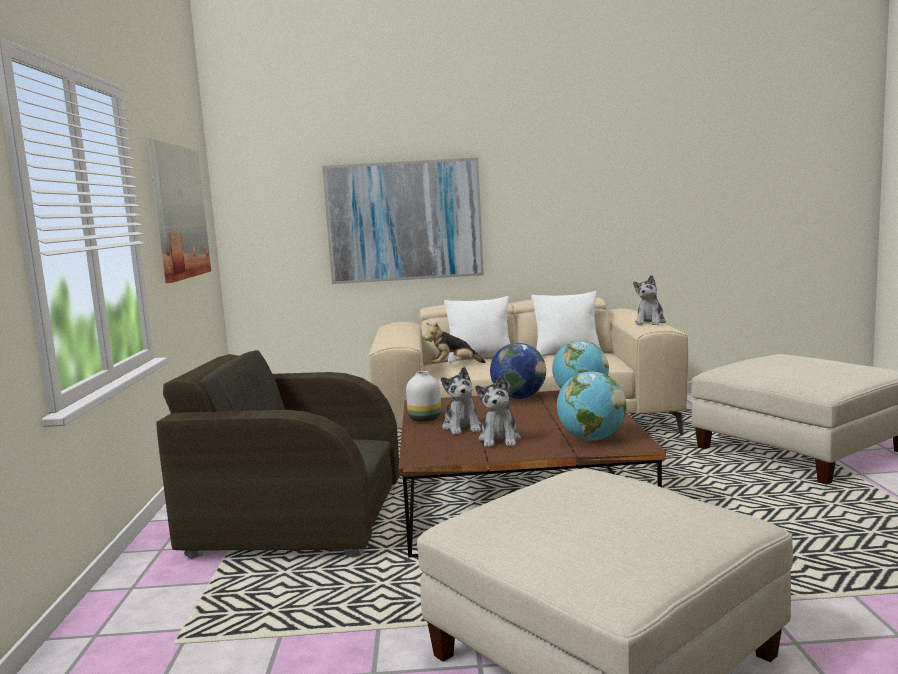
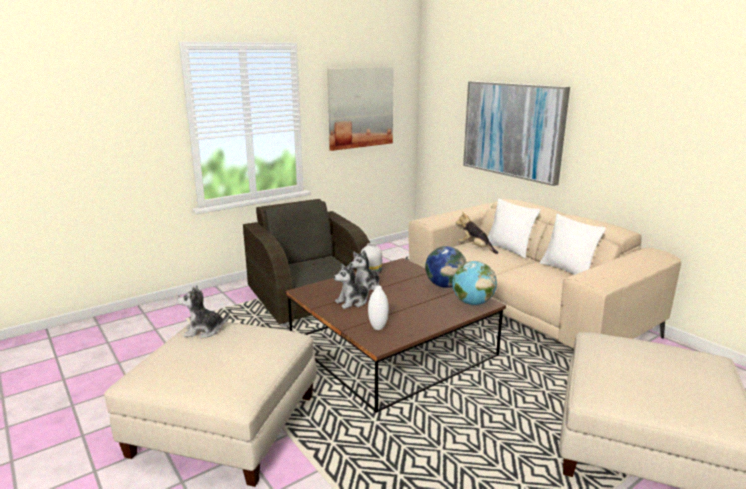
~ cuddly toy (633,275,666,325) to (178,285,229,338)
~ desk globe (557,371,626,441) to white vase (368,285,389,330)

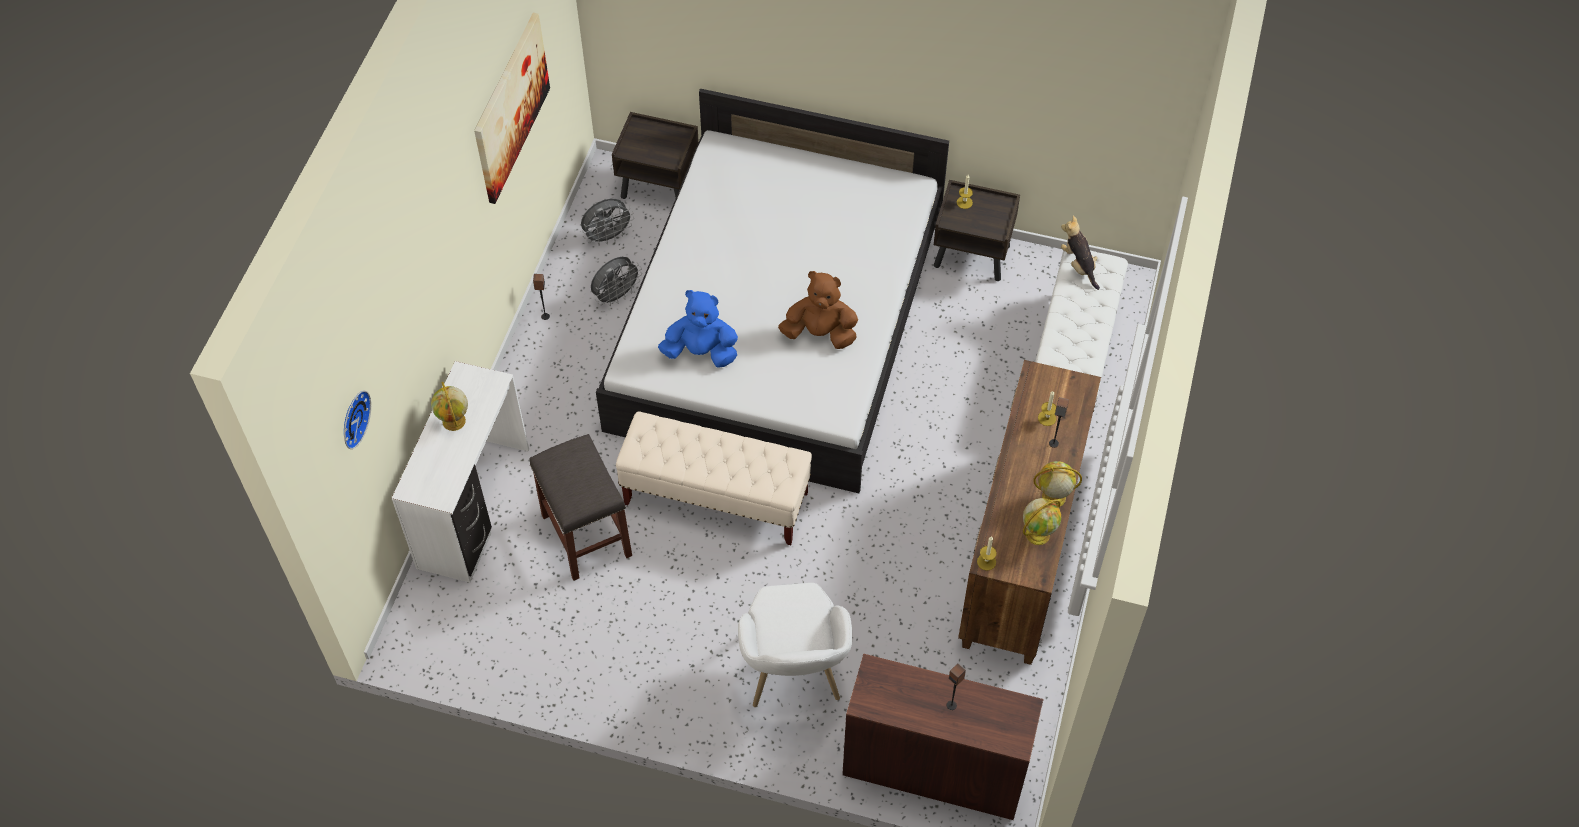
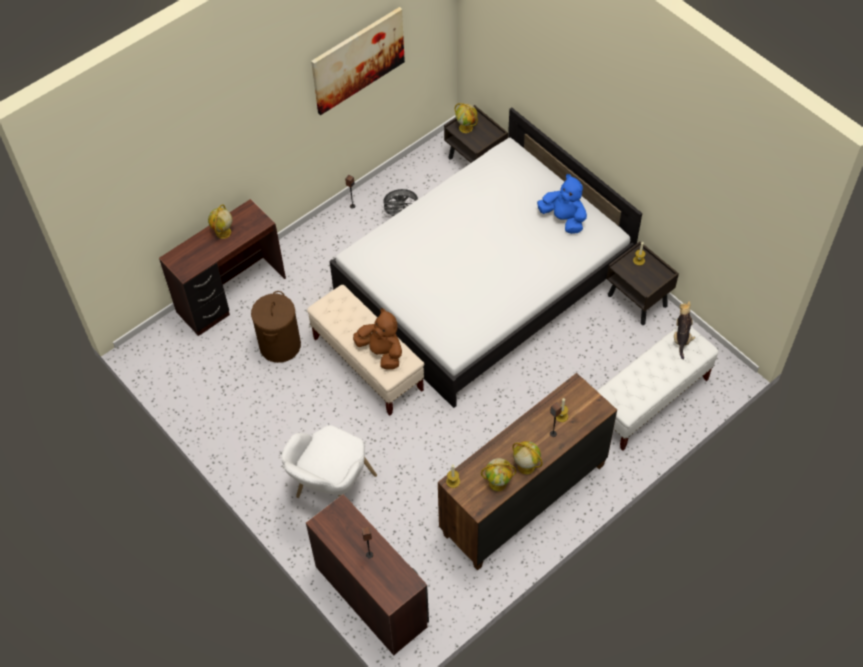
~ white desk table (392,361,529,583) to brown desk table (159,199,286,336)
~ gray stool (530,434,632,581) to brown laundry basket (251,291,301,363)
~ brown cuddly toy (778,271,858,349) to (353,308,402,370)
+ desk globe (455,103,478,133)
~ blue-coloured cuddly toy (658,290,738,368) to (537,174,587,234)
- clock on the wall (344,390,371,449)
- gray cooling fan (581,199,634,246)

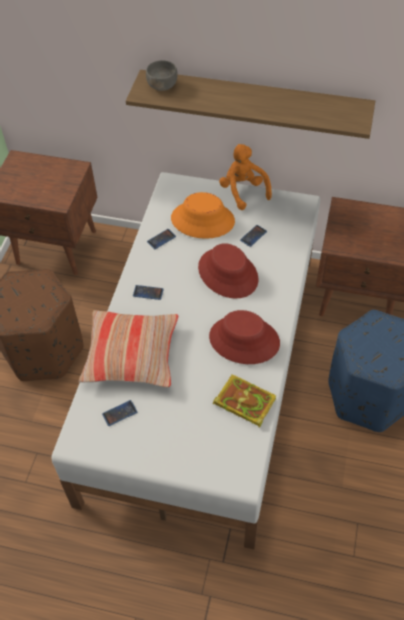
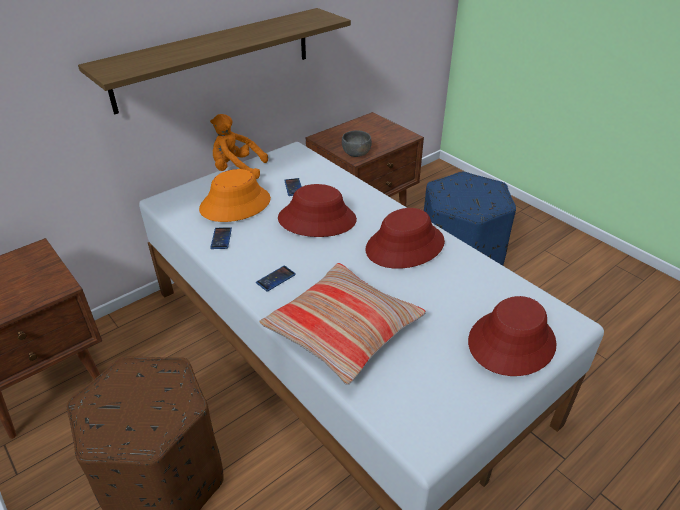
~ gray serving bowl (146,60,178,91) to (342,130,372,157)
+ red-coloured hat (468,296,557,376)
- telephone (102,400,137,426)
- volume (213,374,276,428)

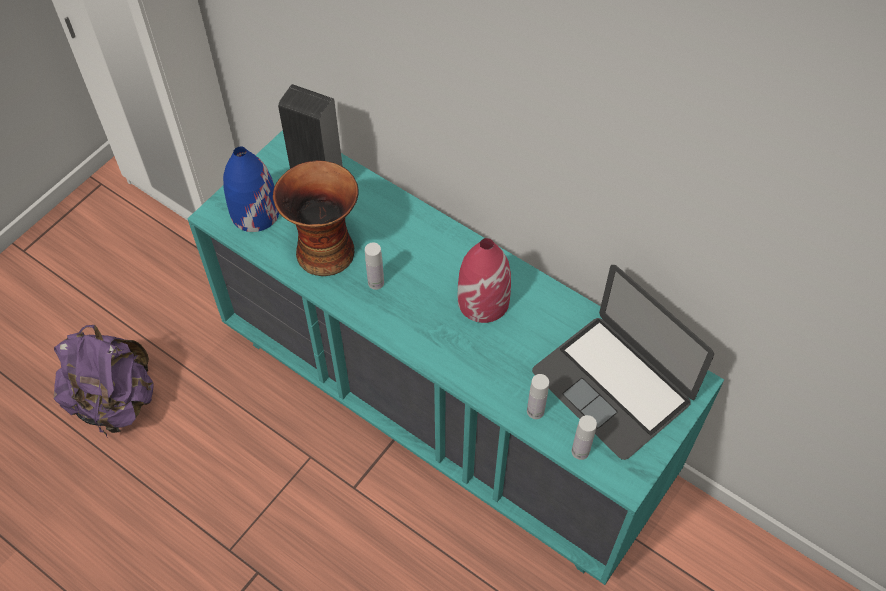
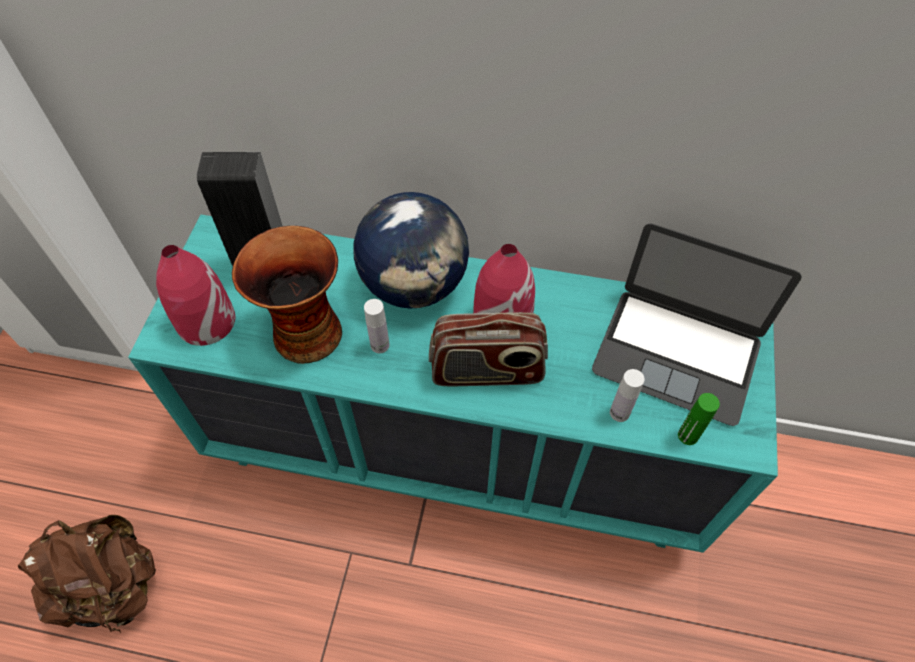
~ purplish knapsack (54,325,154,437) to brown knapsack (18,515,156,633)
~ blue-coloured vase (223,147,279,232) to red-coloured vase (156,245,235,346)
+ desk globe (354,192,469,308)
+ radio set (429,312,548,386)
~ white beverage bottle (572,415,597,460) to green-coloured beverage bottle (678,393,720,445)

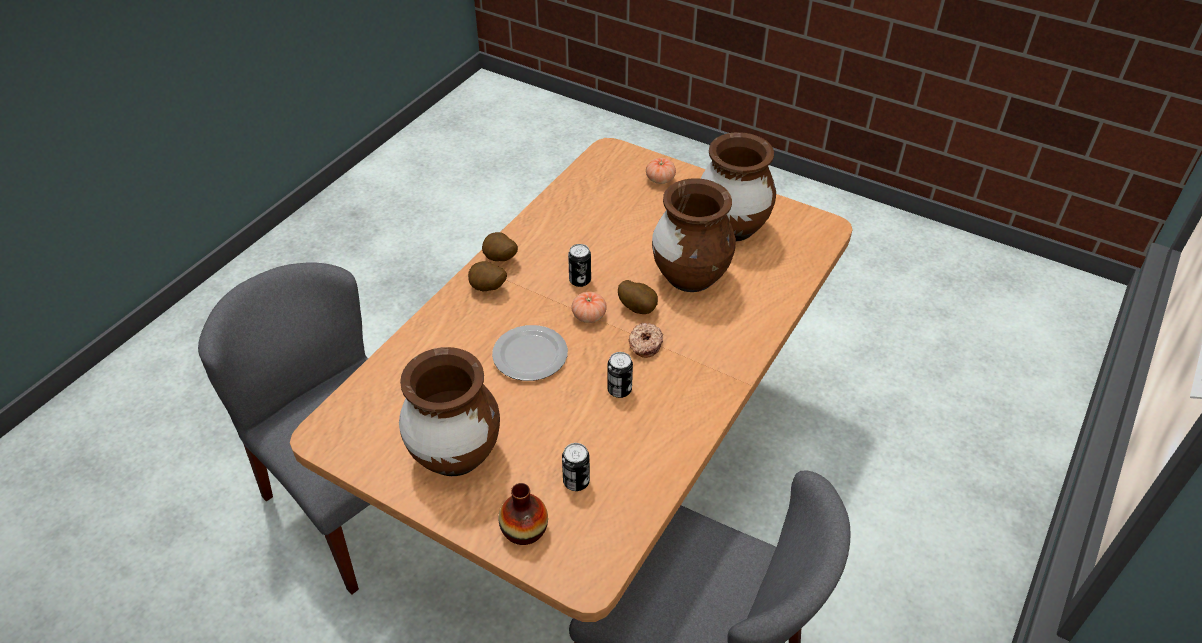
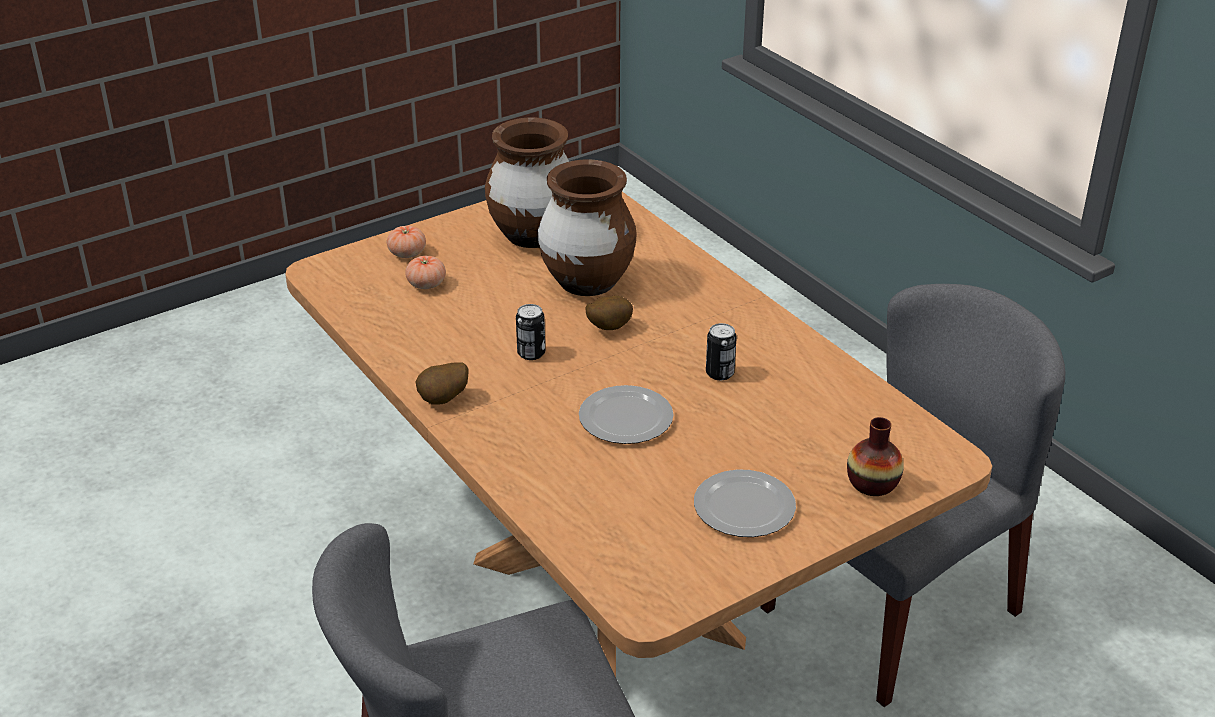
~ tomato (571,291,607,323) to (405,256,446,289)
~ brown vase (399,347,500,476) to plate (694,469,796,537)
- whole potato (468,261,507,291)
- can (562,443,590,491)
- donut (628,322,663,358)

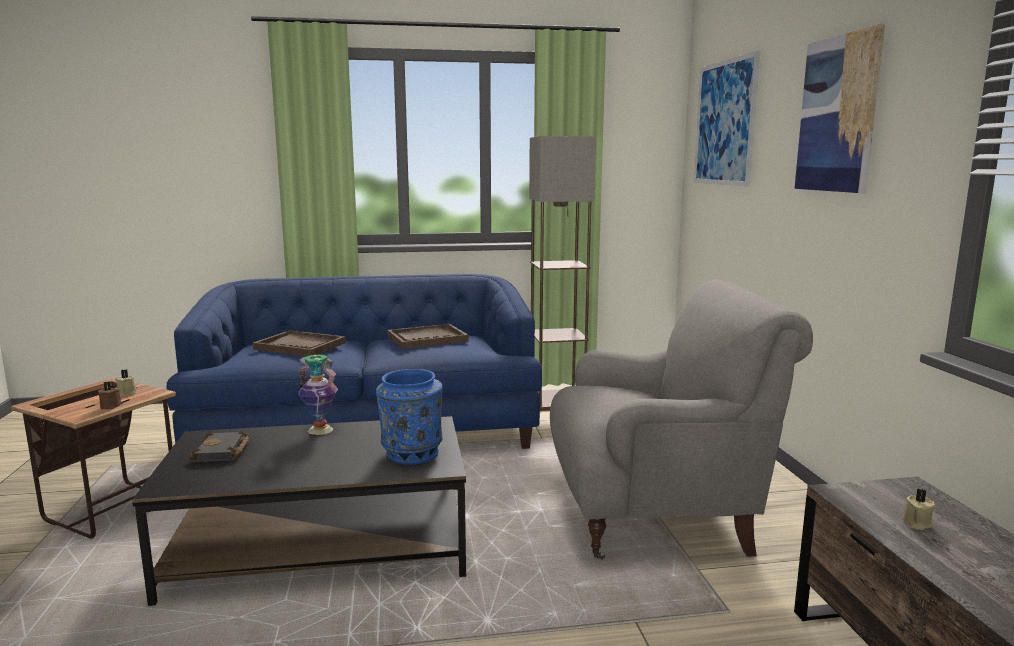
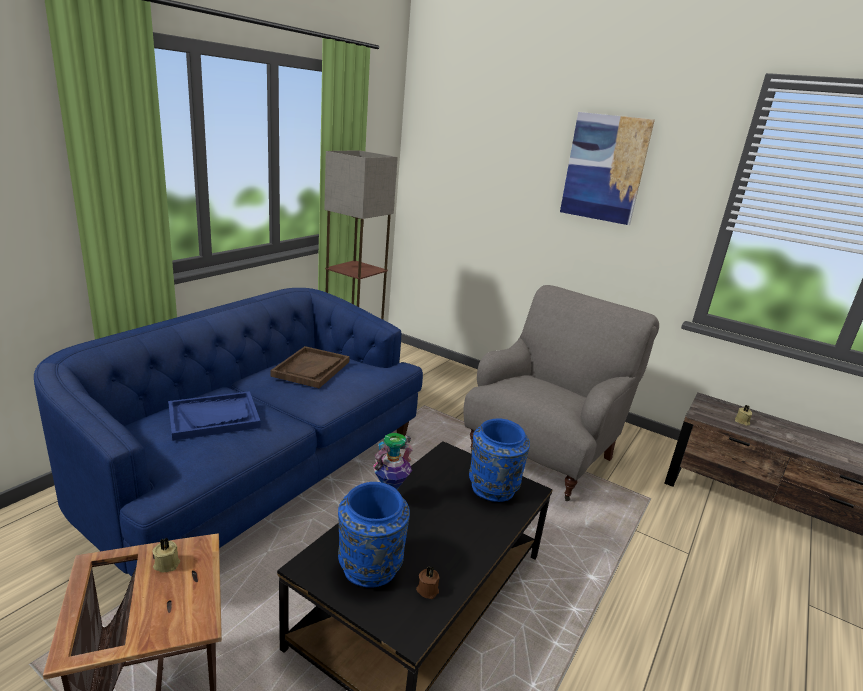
~ brown carrying tray (253,330,346,356) to blue-coloured carrying tray (168,391,261,441)
~ black-coloured volume (189,431,251,462) to blue-coloured vase (338,482,410,588)
~ brown wax candle (98,381,123,409) to (416,566,440,599)
- wall art (694,50,760,187)

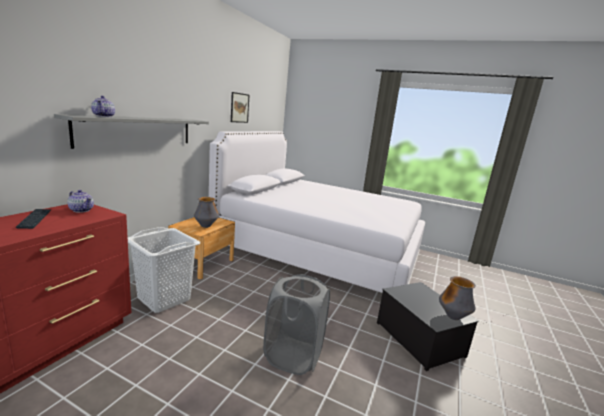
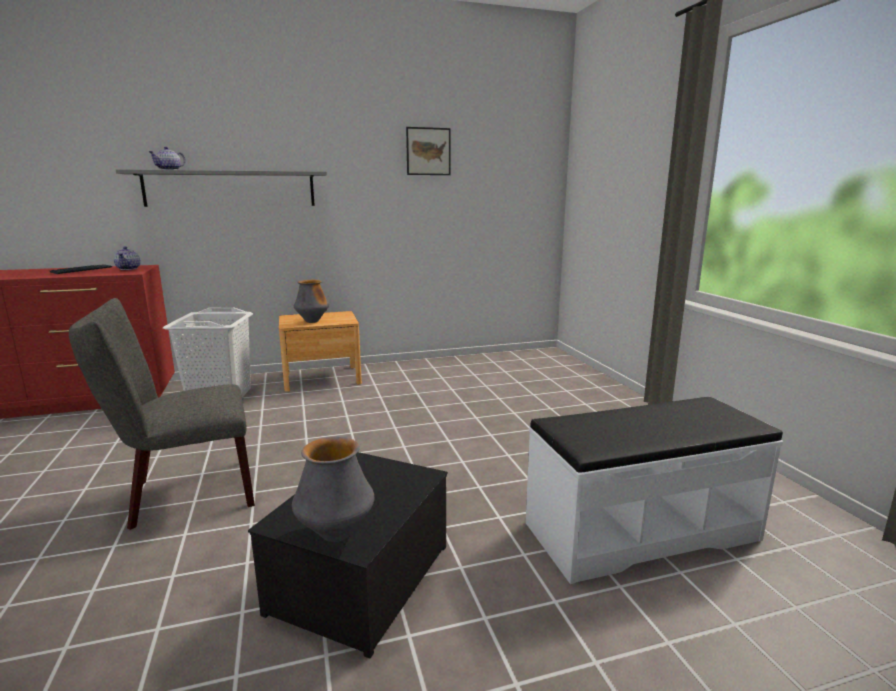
~ gray laundry basket (263,274,330,375) to gray upright chair (69,298,255,530)
+ white long seat (526,397,783,584)
- white bed (209,131,425,293)

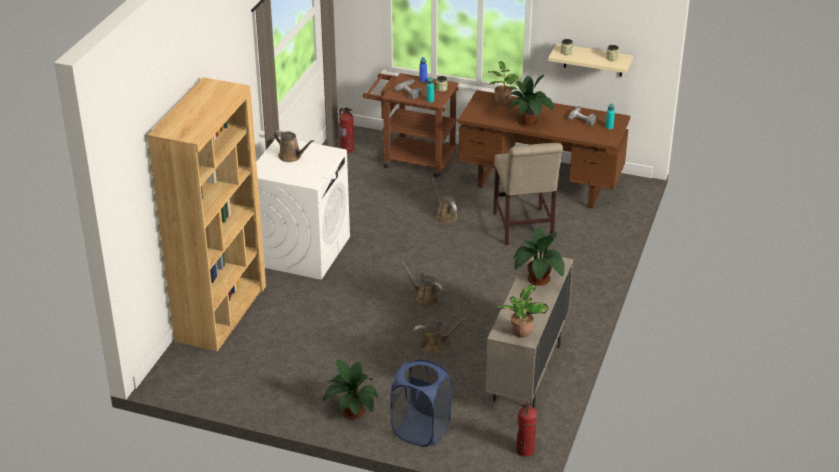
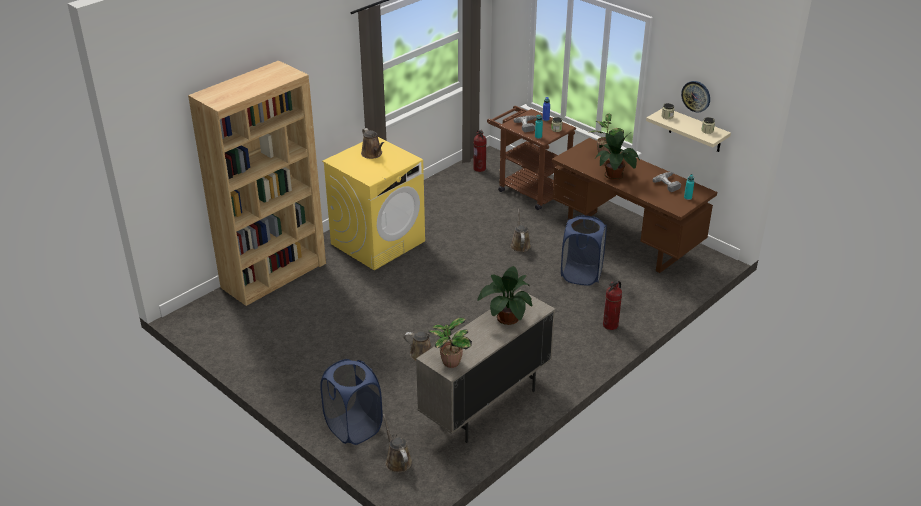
~ white washing machine (256,137,350,280) to yellow washing machine (322,137,425,270)
~ brown watering can (402,262,443,307) to (383,414,412,473)
~ sand-coloured upright chair (493,143,563,245) to blue-coloured laundry basket (561,215,606,286)
~ fire-fighting cylinder (516,400,537,457) to (603,281,622,330)
+ clock on the wall (681,81,710,113)
- houseplant (323,360,378,420)

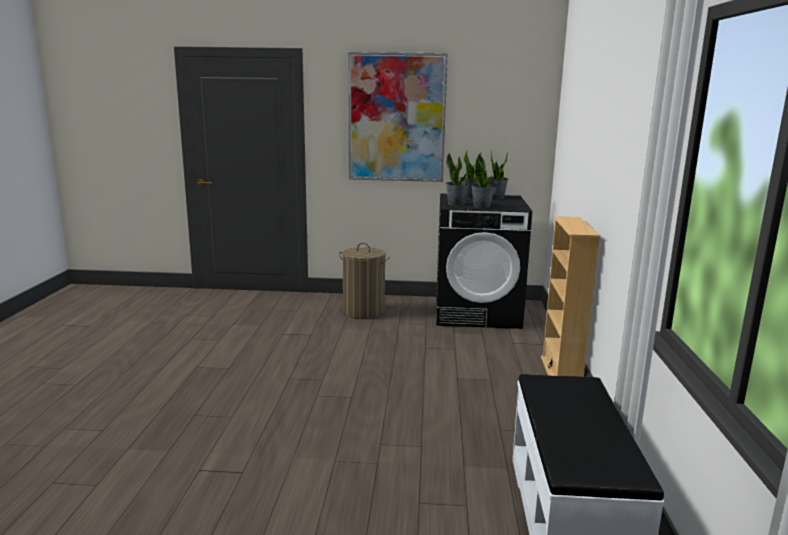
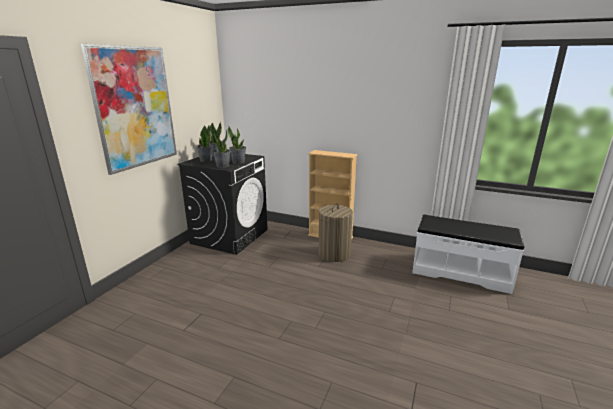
~ laundry basket (339,243,390,319) to (319,203,353,262)

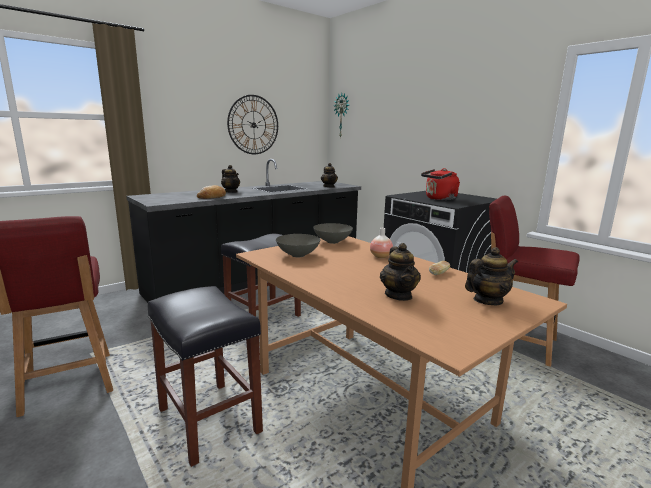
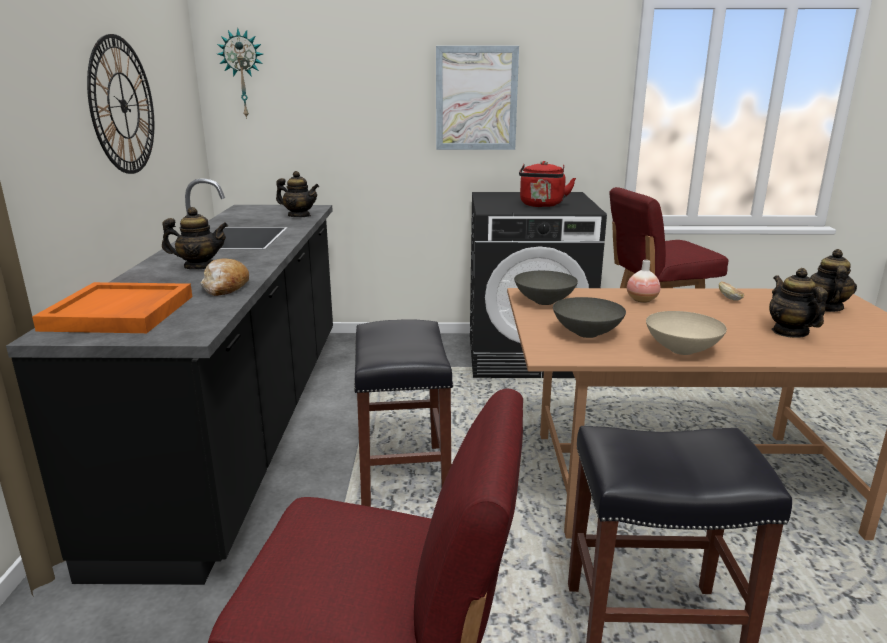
+ orange-coloured carrying tray (32,282,192,333)
+ wall art (436,46,519,150)
+ sand-coloured serving bowl (646,311,727,355)
~ teapot (380,243,421,301) = (769,268,828,338) 135 degrees counterclockwise

